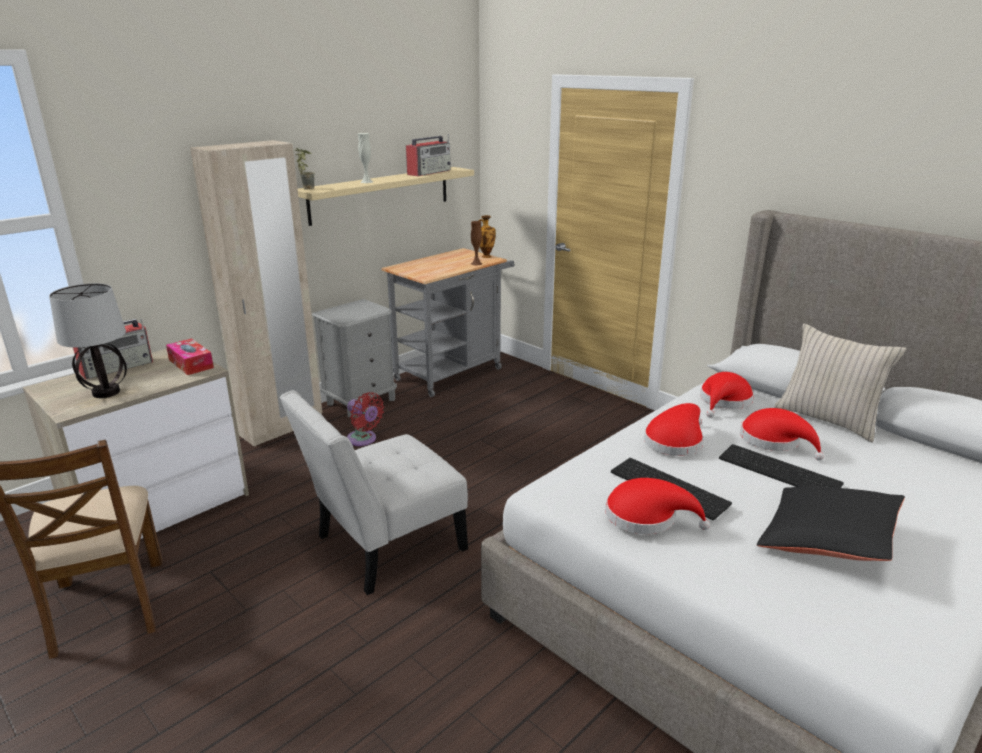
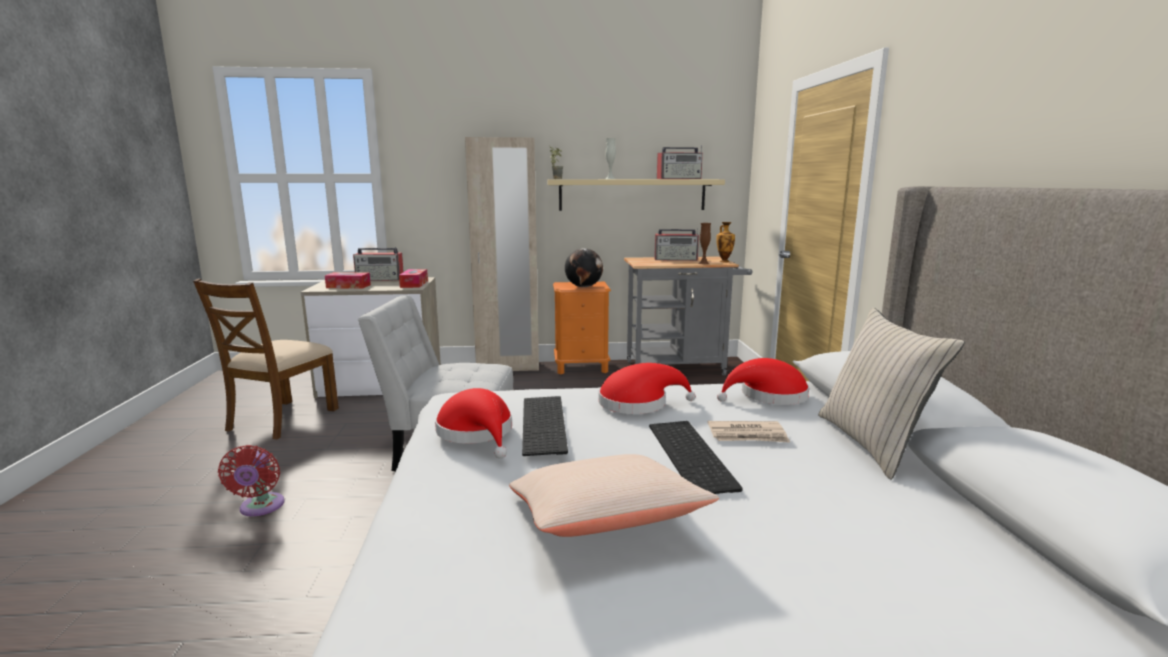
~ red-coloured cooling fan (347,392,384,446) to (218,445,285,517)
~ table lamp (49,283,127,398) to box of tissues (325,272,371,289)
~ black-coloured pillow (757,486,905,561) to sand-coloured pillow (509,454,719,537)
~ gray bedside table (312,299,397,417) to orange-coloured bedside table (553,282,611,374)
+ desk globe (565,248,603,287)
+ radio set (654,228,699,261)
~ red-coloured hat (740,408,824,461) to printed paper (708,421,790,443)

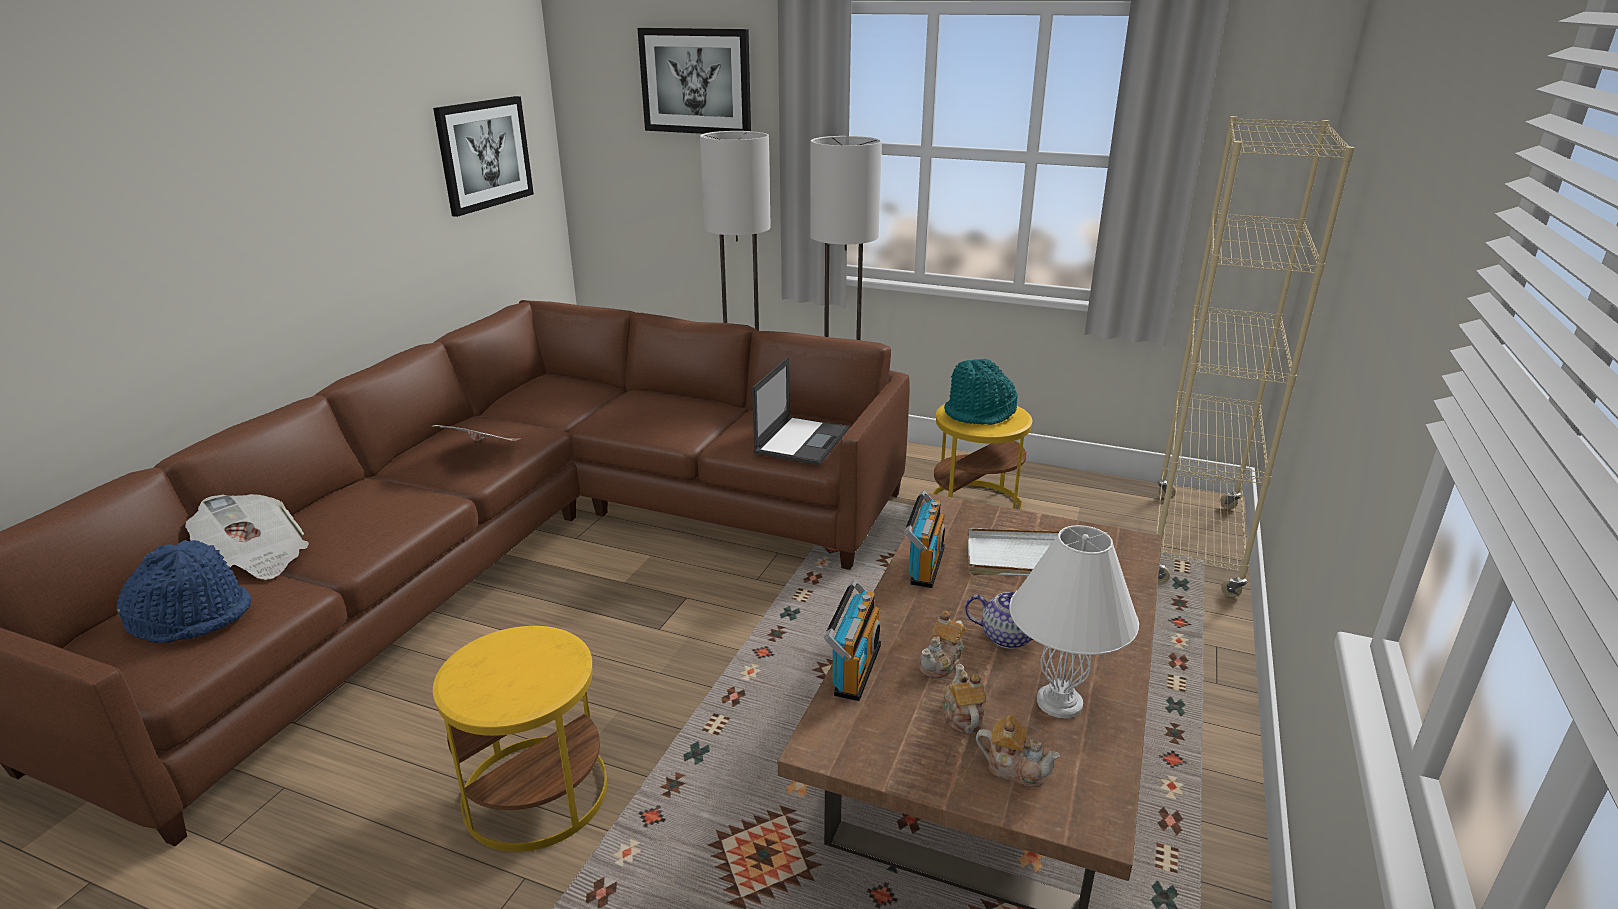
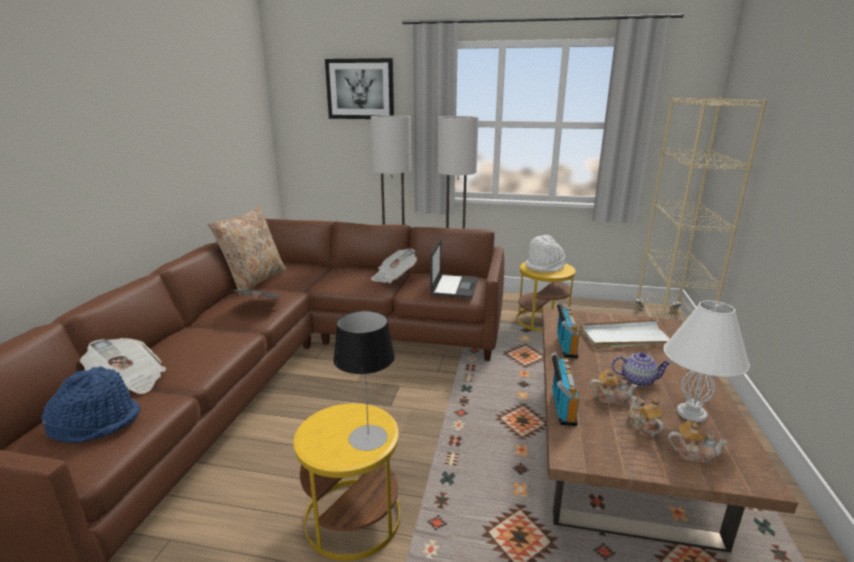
+ sand-coloured pillow (207,206,287,296)
+ table lamp (333,311,395,451)
+ printed paper (371,248,417,283)
~ blue-green hat (944,359,1018,425) to white hat (526,235,565,272)
~ teapot (919,611,966,678) = (590,370,637,405) 105 degrees counterclockwise
- wall art (433,96,534,217)

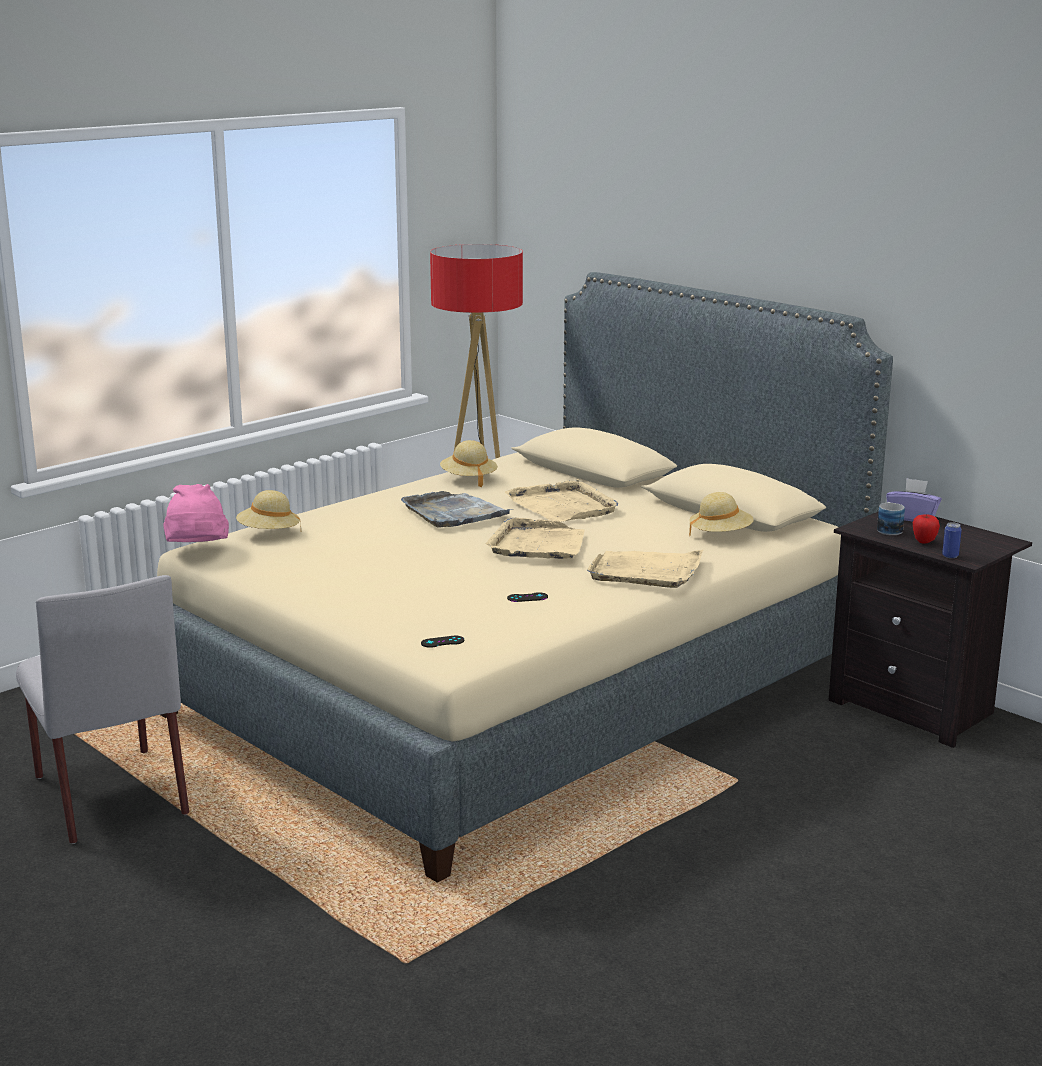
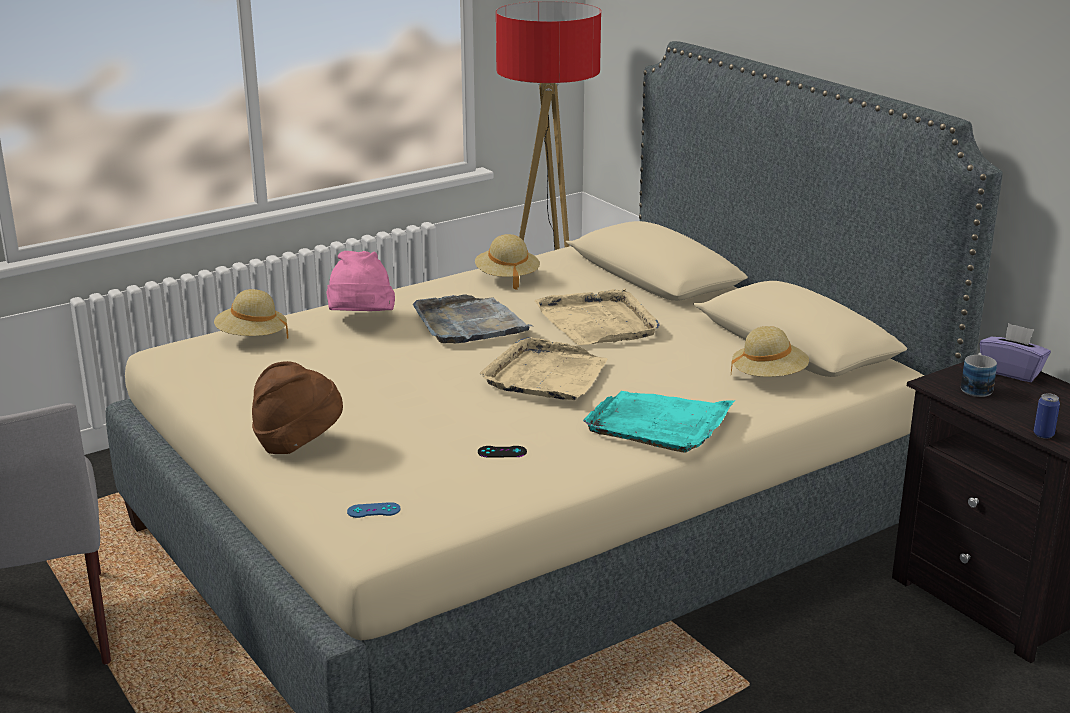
+ brown hat (252,361,343,454)
~ pinkish hat (163,484,229,542) to (327,251,395,311)
~ black-coloured joypad (421,636,464,648) to blue-coloured joypad (347,502,401,518)
~ sand-coloured carrying tray (587,550,703,588) to blue-green carrying tray (583,391,735,452)
- apple fruit (913,514,940,543)

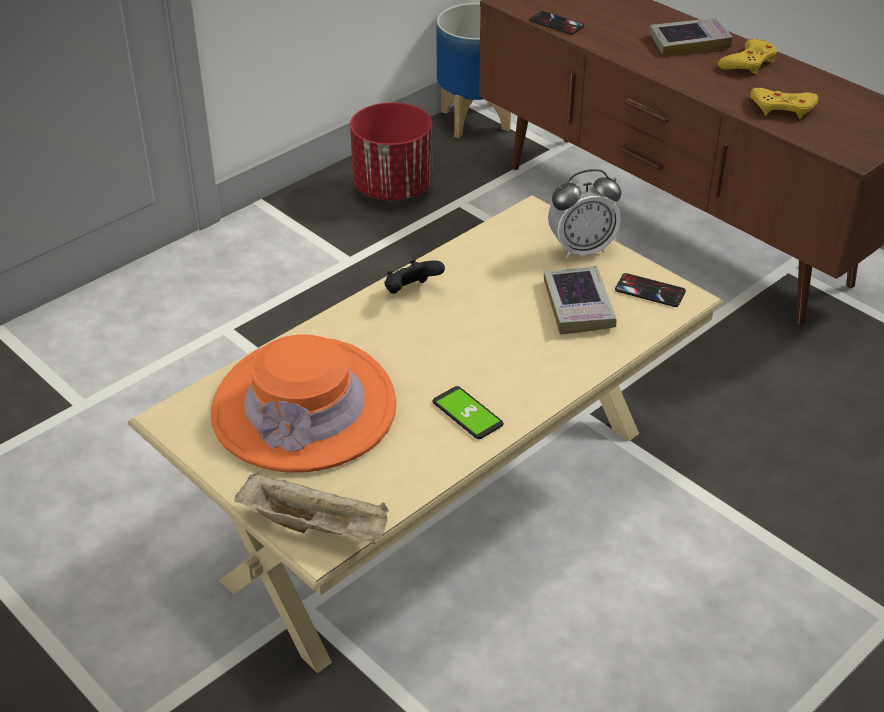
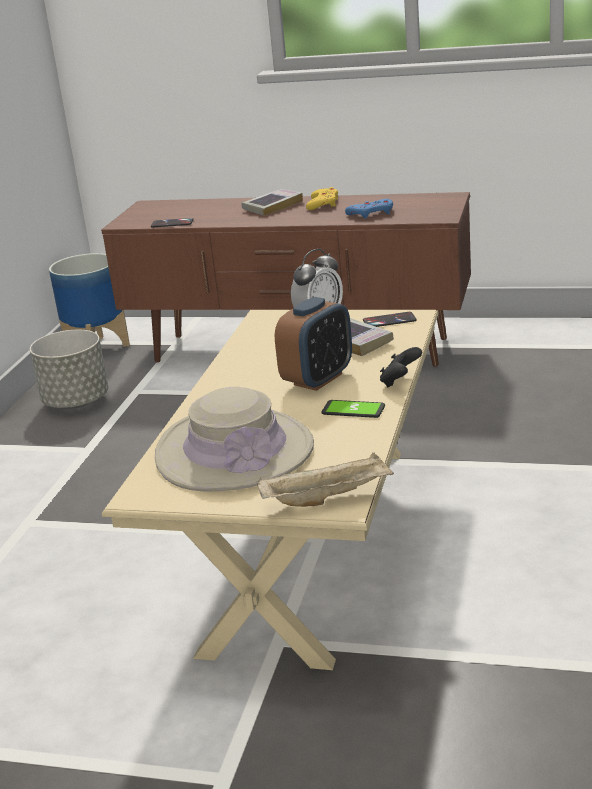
~ red-coloured plant pot (350,102,433,200) to gray plant pot (30,330,108,409)
~ orange-coloured hat (211,334,397,473) to sand-coloured hat (155,387,314,492)
+ table clock (275,297,352,391)
~ yellow joypad (750,88,818,119) to blue-coloured joypad (345,199,393,219)
~ black-coloured joypad (384,260,445,294) to (380,347,422,388)

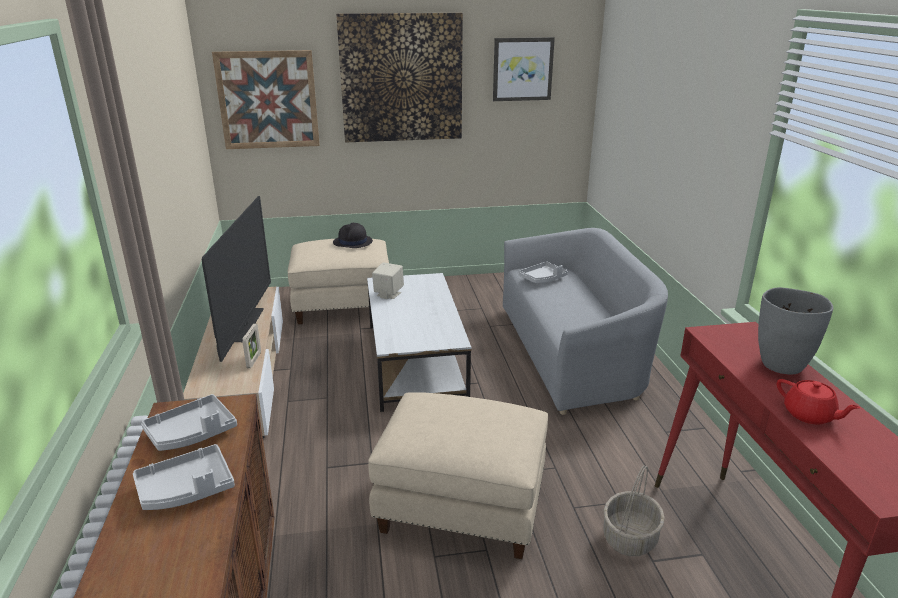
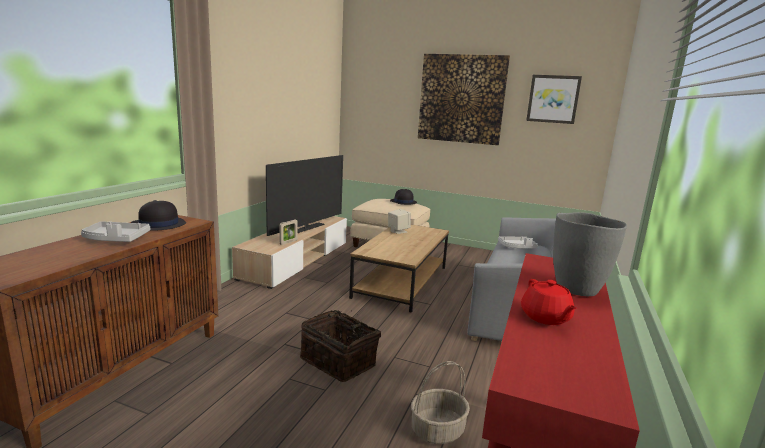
~ gray carrying tray (141,394,237,451) to black-coloured hat (131,200,186,231)
~ sand-coloured pouffe (368,392,548,559) to storage basket (300,310,381,382)
~ white low table (367,273,471,412) to brown low table (349,225,449,313)
- wall art (212,50,320,149)

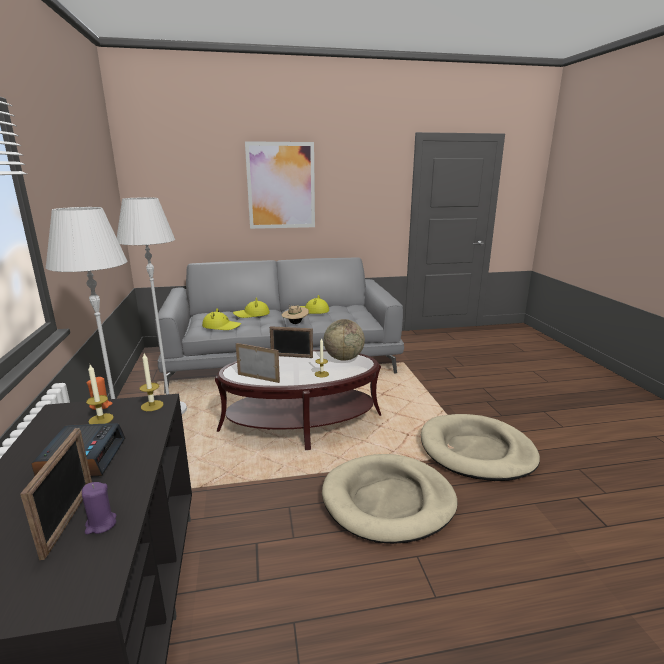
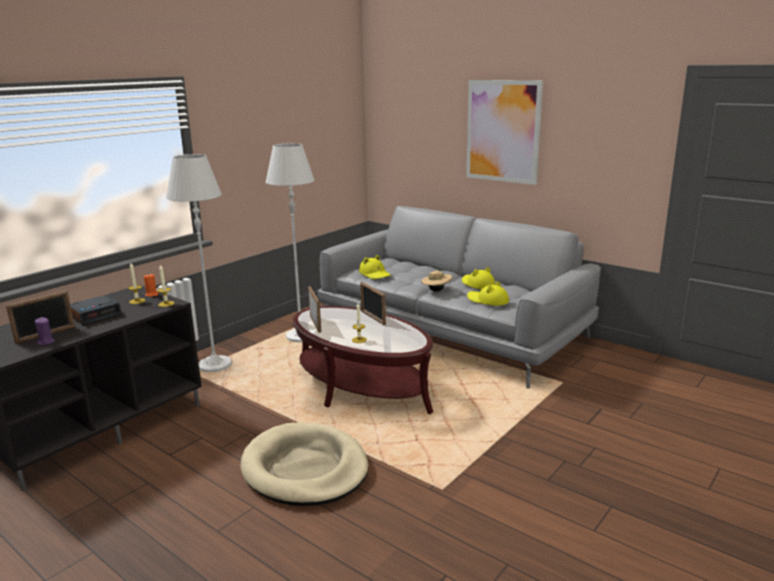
~ yellow hat (233,297,270,318) to (467,281,509,306)
- desk globe (324,319,365,361)
- sand-coloured dog cushion (421,414,540,481)

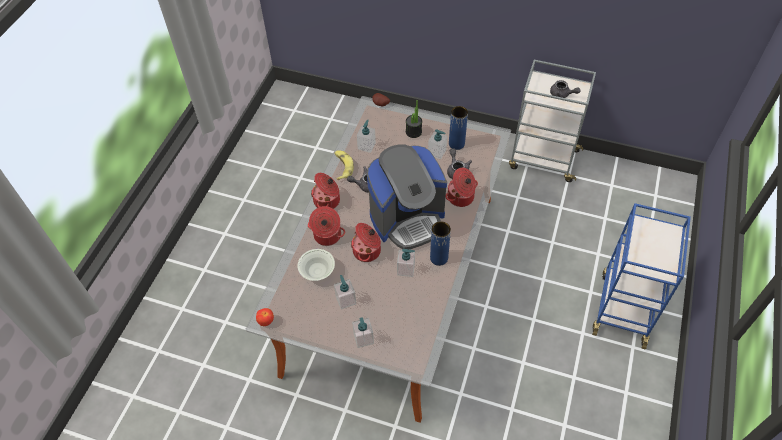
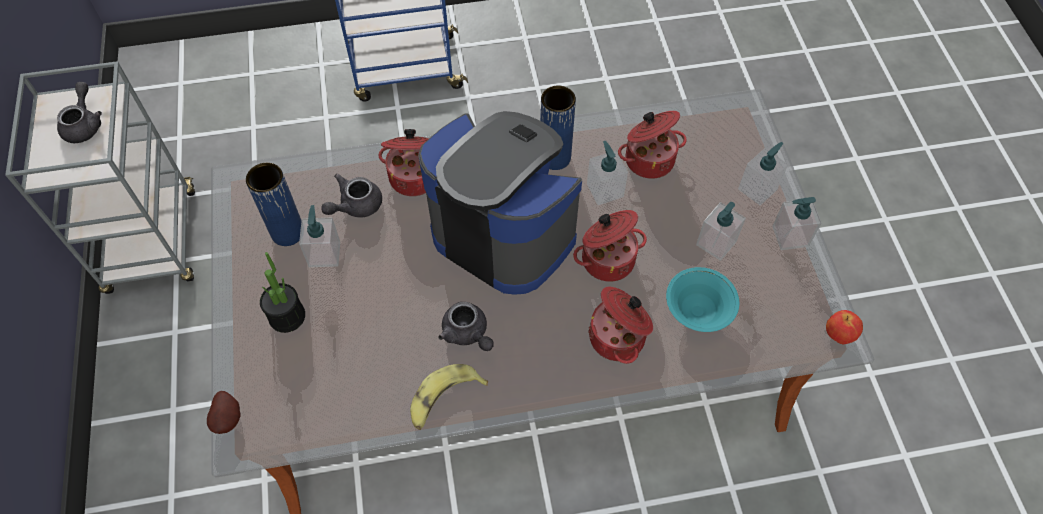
~ saucepot (311,173,340,209) to (618,111,687,179)
~ white serving bowl (297,249,335,281) to blue-green serving bowl (666,267,739,332)
~ soap dispenser (357,120,376,153) to (772,197,821,250)

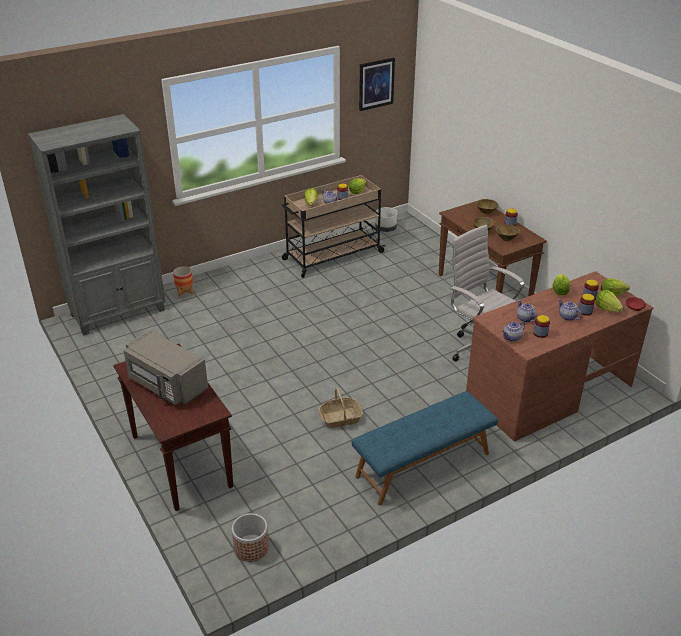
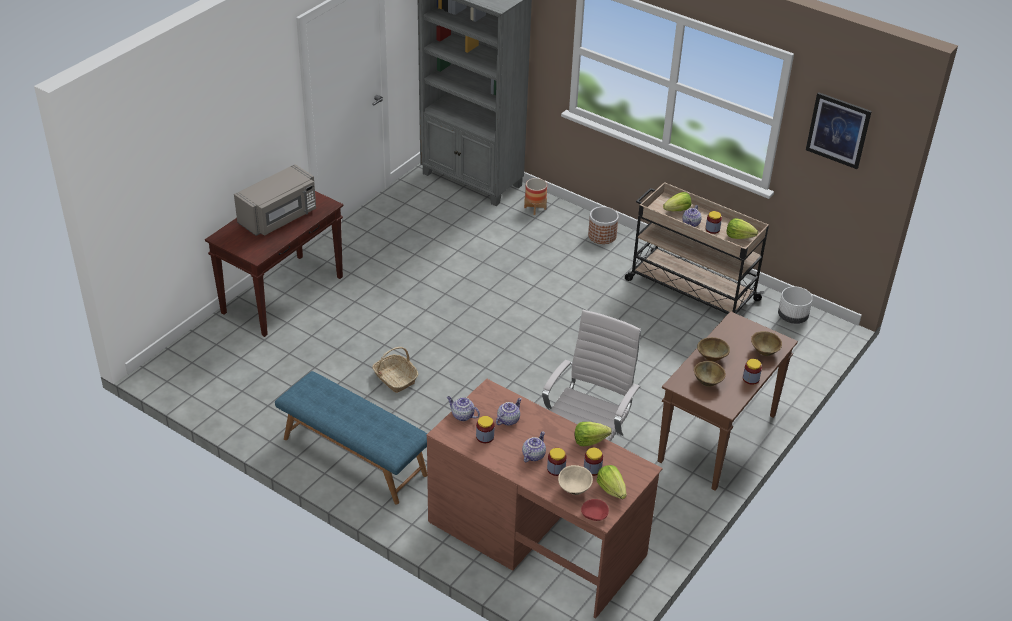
~ gray microwave (124,330,208,405) = (234,164,316,236) 150 degrees counterclockwise
~ head of lettuce (595,290,623,312) to sand-coloured serving bowl (558,465,593,495)
~ plant pot (232,513,269,562) to (588,206,619,244)

